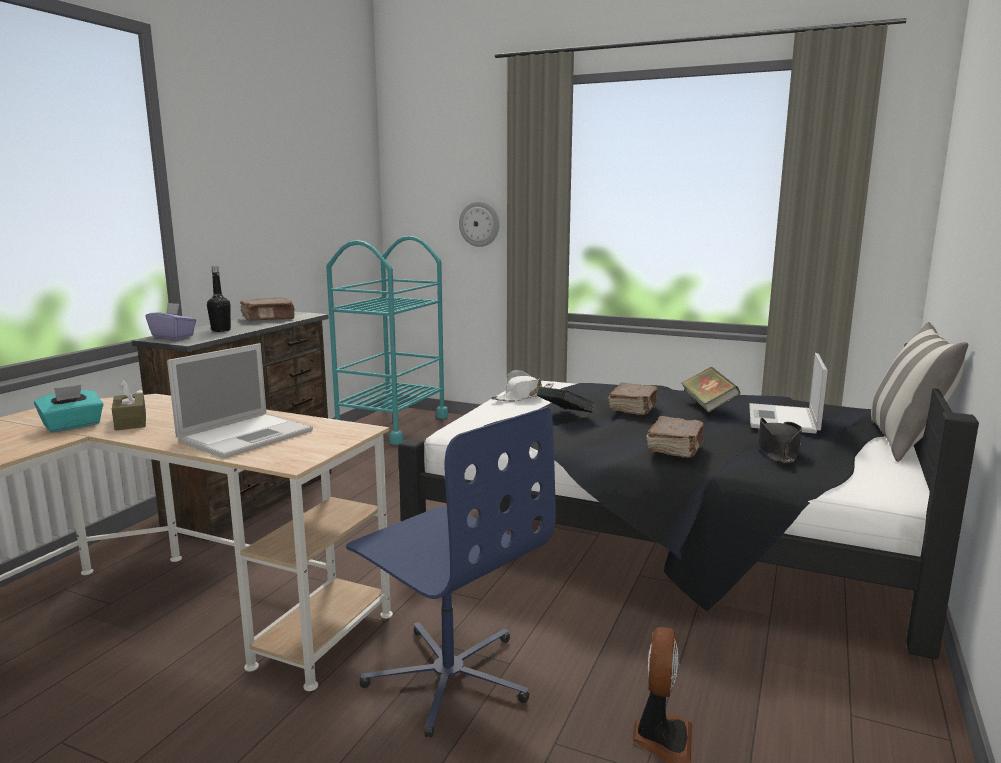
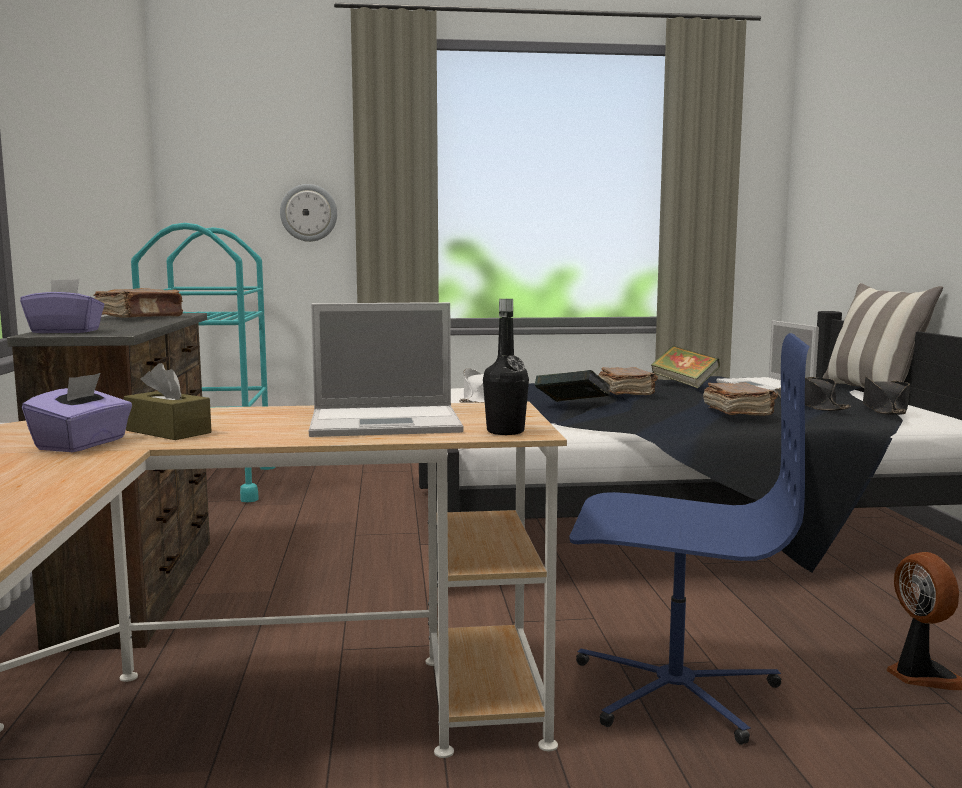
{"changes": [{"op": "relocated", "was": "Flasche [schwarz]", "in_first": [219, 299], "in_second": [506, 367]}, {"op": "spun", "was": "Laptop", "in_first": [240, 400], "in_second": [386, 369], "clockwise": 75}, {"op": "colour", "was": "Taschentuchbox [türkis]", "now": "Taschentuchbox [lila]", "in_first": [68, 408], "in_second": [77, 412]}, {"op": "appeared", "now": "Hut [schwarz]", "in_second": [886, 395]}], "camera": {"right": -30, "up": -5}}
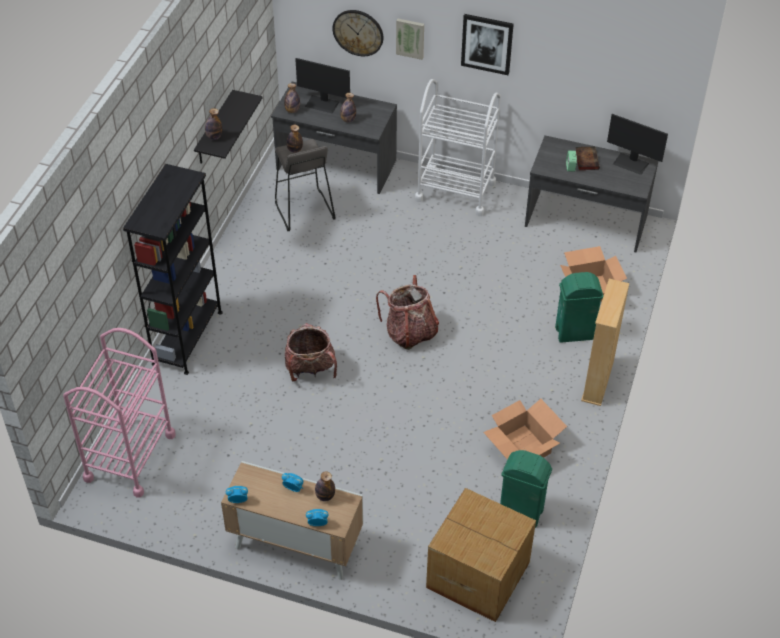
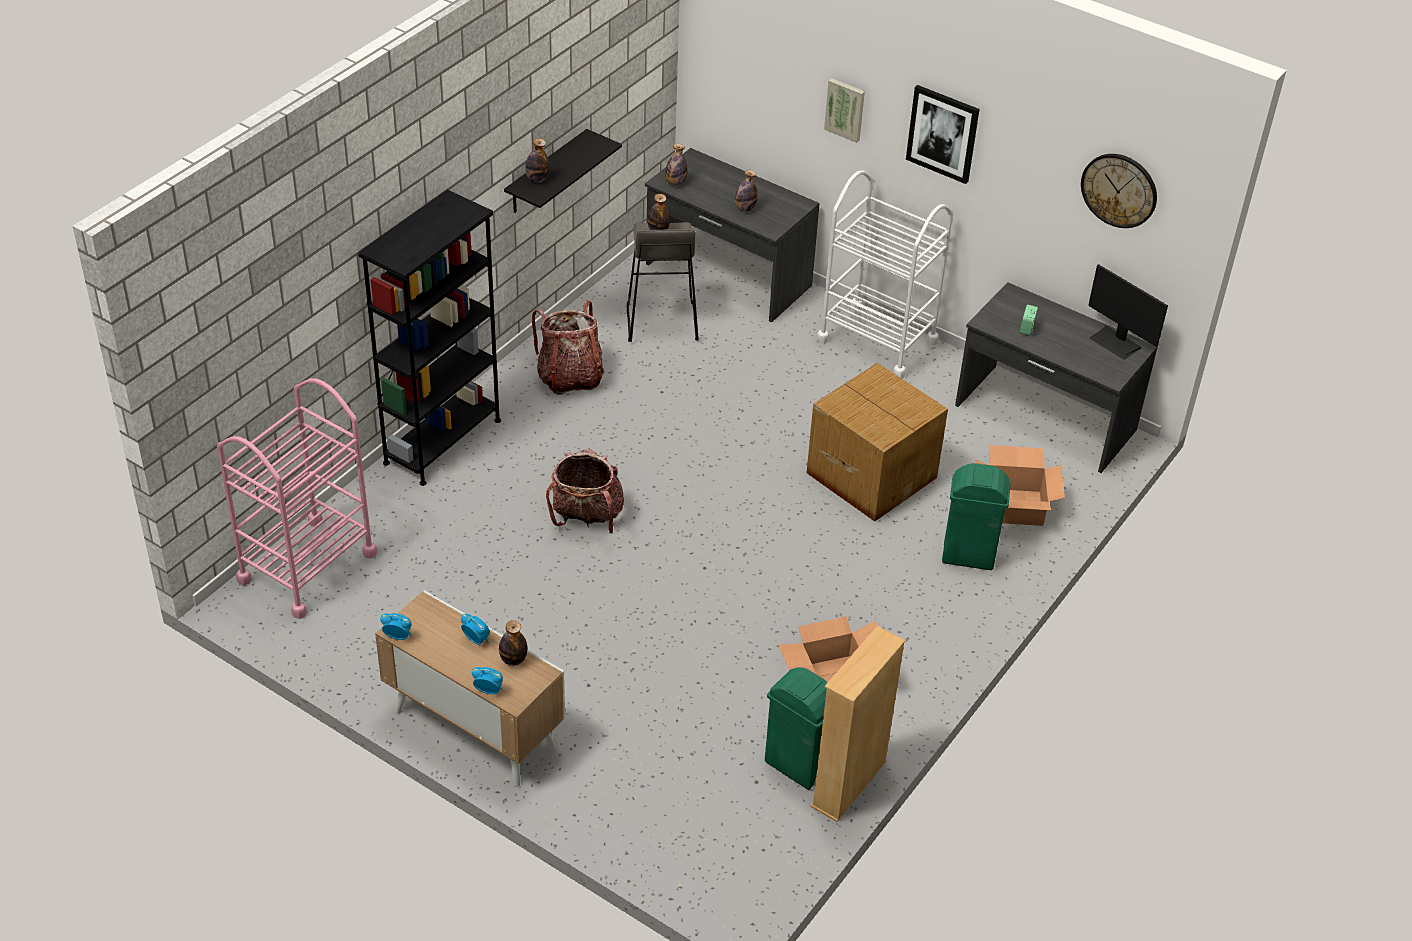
{"changes": [{"op": "relocated", "was": "Wanduhr", "in_first": [358, 33], "in_second": [1119, 191]}, {"op": "missing", "was": "Monitor", "in_first": [322, 86]}, {"op": "missing", "was": "Buch", "in_first": [587, 158]}, {"op": "relocated", "was": "Rucksack", "in_first": [407, 312], "in_second": [568, 347]}, {"op": "relocated", "was": "Bücherregal [beige]", "in_first": [605, 342], "in_second": [857, 724]}, {"op": "relocated", "was": "Karton", "in_first": [481, 555], "in_second": [877, 442]}], "camera": {"right": 15, "up": -5}}
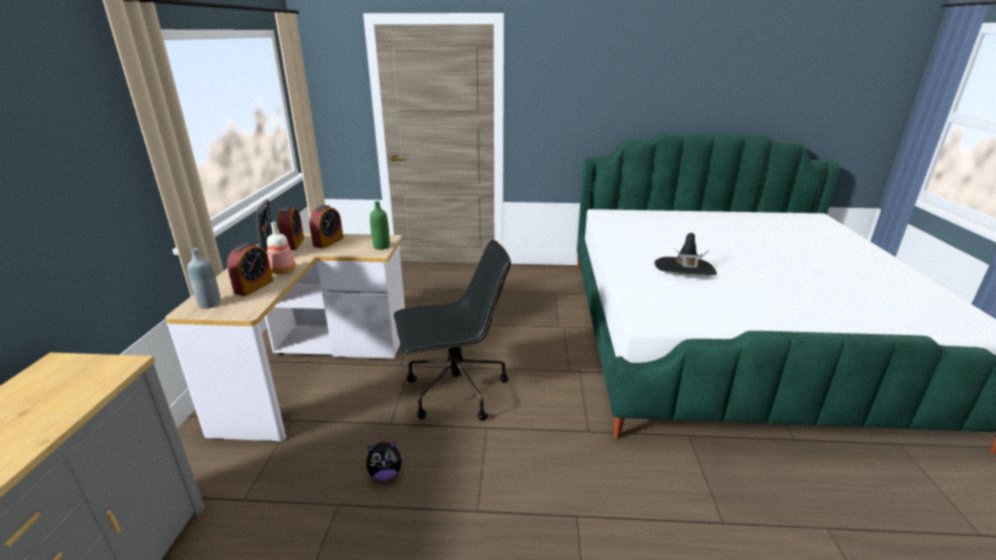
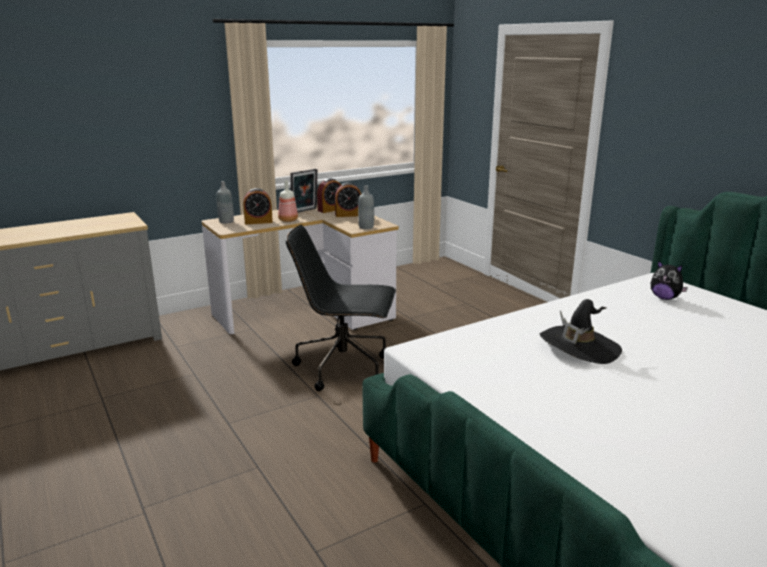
{"changes": [{"op": "colour", "was": "Flasche [grün]", "now": "Flasche [grau]", "in_first": [380, 225], "in_second": [366, 207]}, {"op": "spun", "was": "Bürostuhl [schwarz]", "in_first": [452, 330], "in_second": [341, 308], "clockwise": 150}, {"op": "relocated", "was": "Plüschtier", "in_first": [385, 460], "in_second": [669, 280]}], "camera": {"right": 55, "up": -5}}
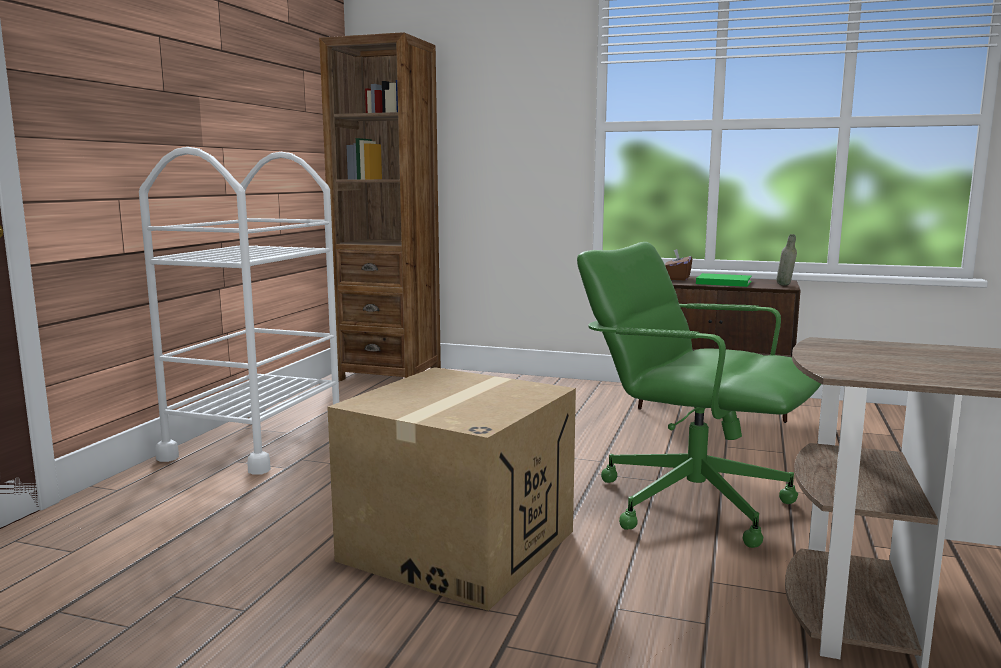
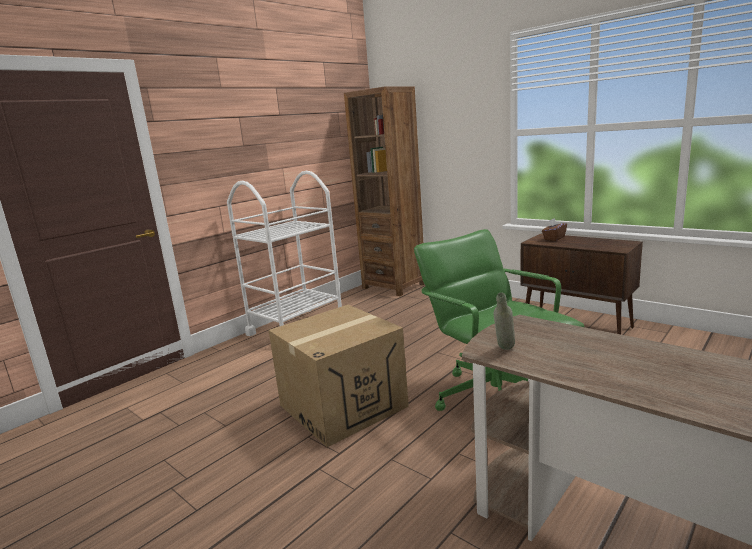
{"changes": [{"op": "relocated", "was": "Flasche [grau]", "in_first": [786, 260], "in_second": [504, 321]}, {"op": "missing", "was": "Buch [grün]", "in_first": [724, 280]}], "camera": {"right": 25, "up": 5}}
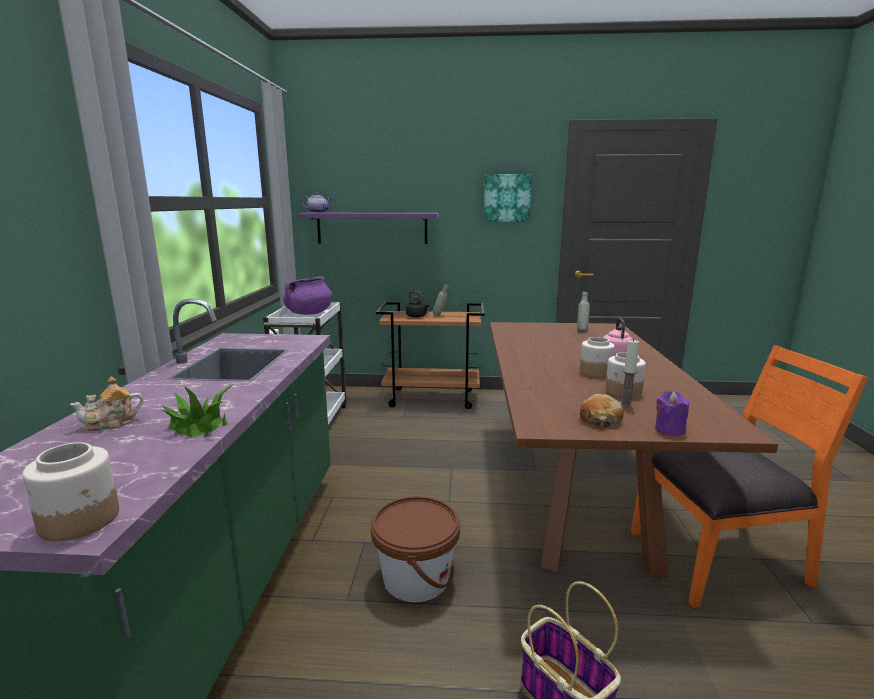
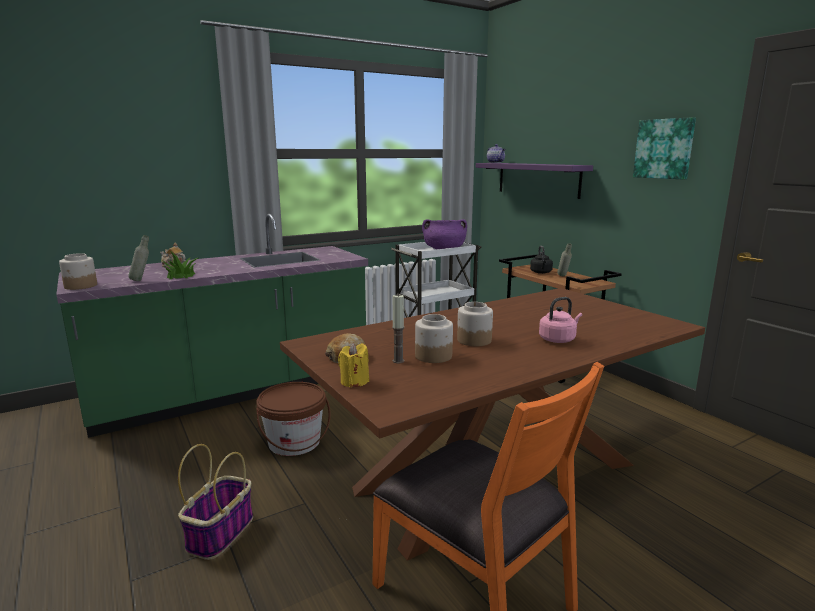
{"changes": [{"op": "relocated", "was": "Flasche [grau]", "in_first": [583, 312], "in_second": [138, 258]}, {"op": "colour", "was": "Kerze [lila]", "now": "Kerze [gelb]", "in_first": [672, 413], "in_second": [353, 365]}], "camera": {"right": 55, "up": 0}}
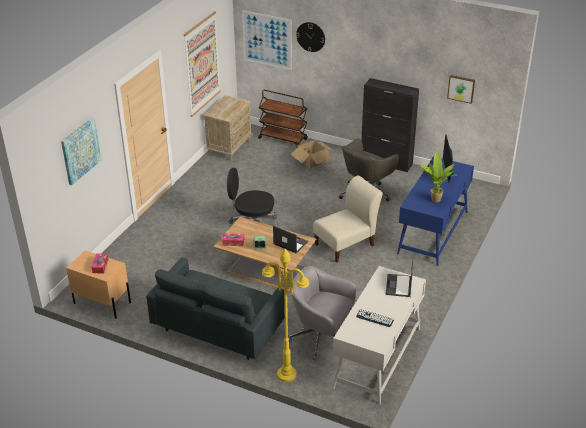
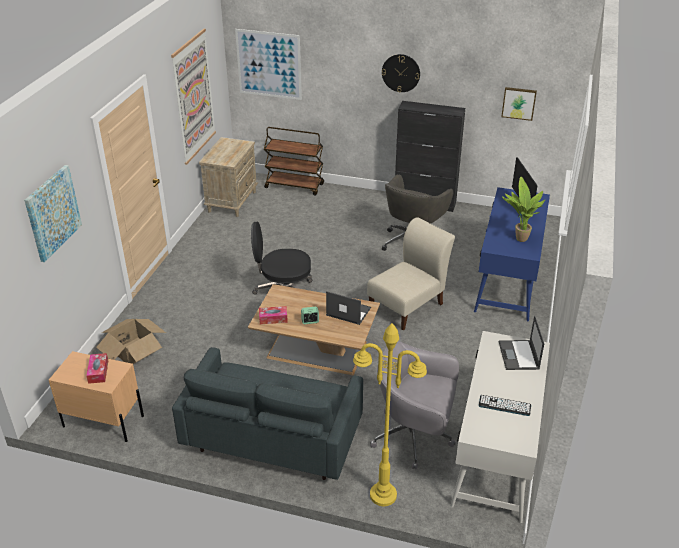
{"changes": [{"op": "relocated", "was": "Wanduhr", "in_first": [310, 37], "in_second": [401, 73]}, {"op": "relocated", "was": "Karton", "in_first": [312, 154], "in_second": [131, 341]}], "camera": {"right": -10, "up": 0}}
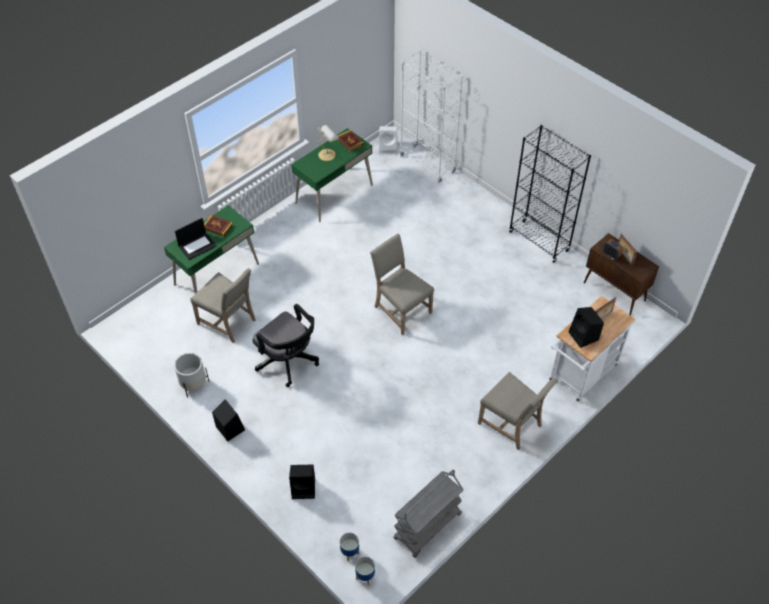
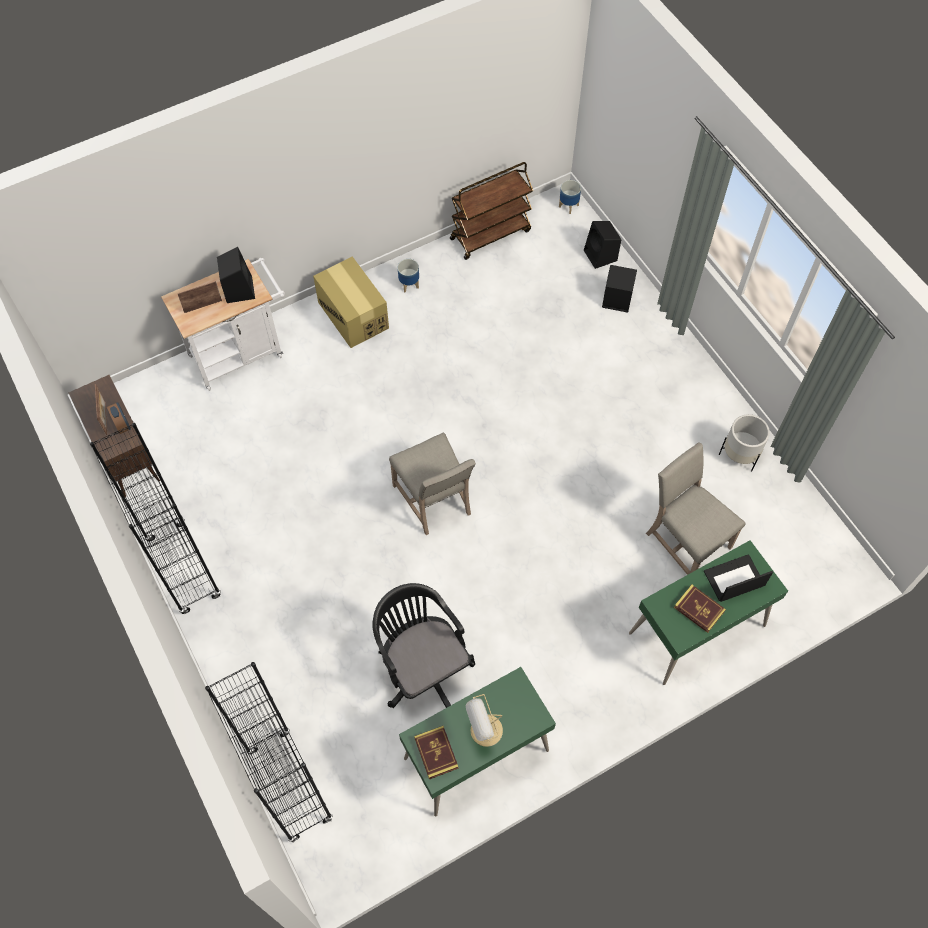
{"changes": [{"op": "colour", "was": "Bücherregal [weiß]", "now": "Bücherregal [schwarz]", "in_first": [431, 116], "in_second": [269, 752]}, {"op": "missing", "was": "Lautsprecher [weiß]", "in_first": [388, 140]}, {"op": "relocated", "was": "Bürostuhl [schwarz]", "in_first": [285, 345], "in_second": [423, 645]}, {"op": "exchanged", "was": "Stuhl [beige]", "now": "Karton", "in_first": [518, 411], "in_second": [351, 302]}, {"op": "relocated", "was": "Lautsprecher [schwarz]", "in_first": [228, 420], "in_second": [602, 245]}, {"op": "colour", "was": "Rollwagen [grau]", "now": "Rollwagen [braun]", "in_first": [428, 513], "in_second": [491, 211]}, {"op": "relocated", "was": "Pflanzkübel", "in_first": [349, 547], "in_second": [408, 275]}], "camera": {"right": -165, "up": 10}}
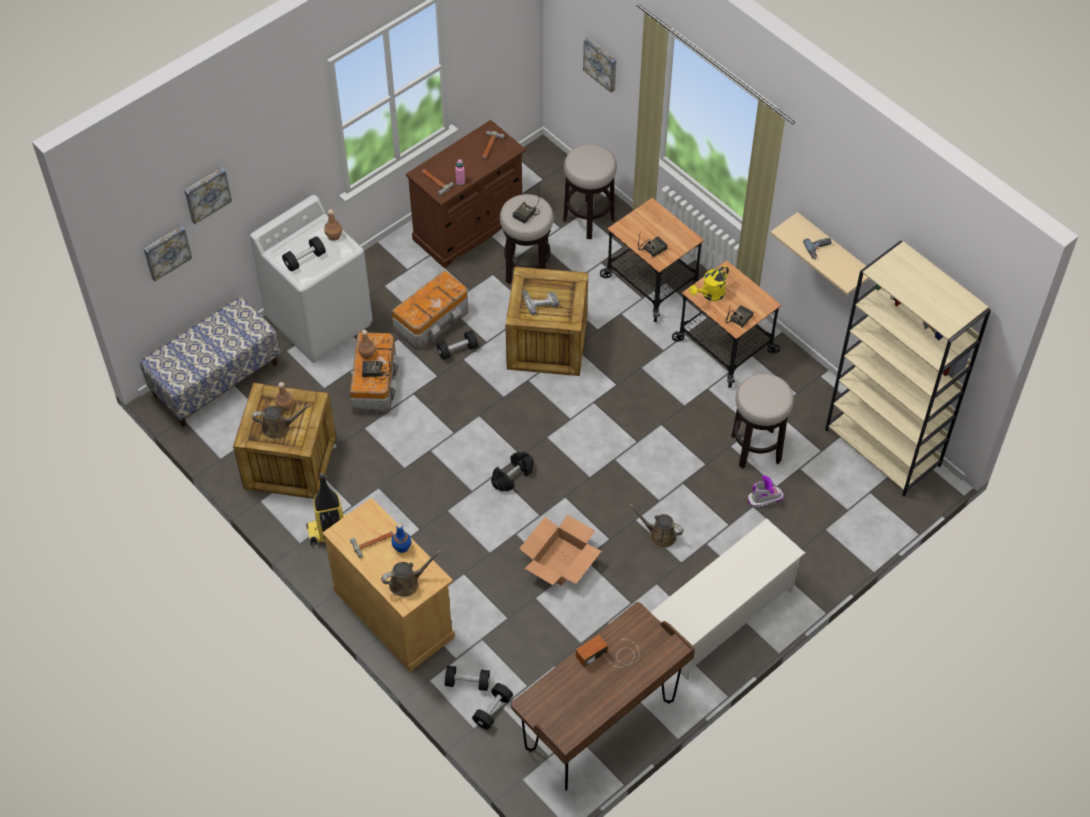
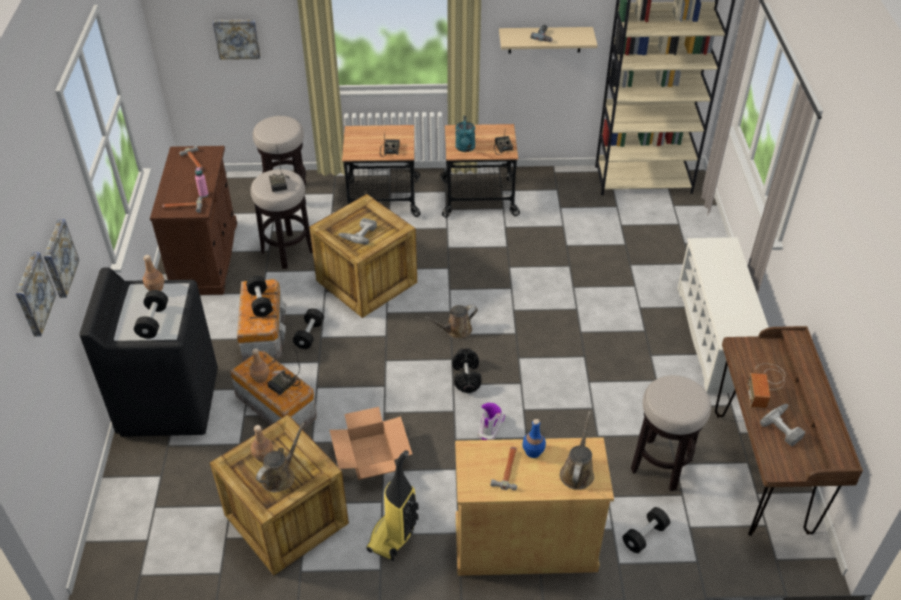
{"changes": [{"op": "colour", "was": "Waschmaschine [weiß]", "now": "Waschmaschine [schwarz]", "in_first": [311, 279], "in_second": [148, 352]}, {"op": "relocated", "was": "Bild", "in_first": [168, 253], "in_second": [61, 258]}, {"op": "colour", "was": "Gießkanne [gelb]", "now": "Gießkanne [türkis]", "in_first": [709, 283], "in_second": [465, 134]}, {"op": "missing", "was": "Bank", "in_first": [210, 362]}, {"op": "relocated", "was": "Hocker", "in_first": [762, 421], "in_second": [671, 433]}, {"op": "relocated", "was": "Stiefel", "in_first": [766, 491], "in_second": [492, 421]}, {"op": "relocated", "was": "Gießkanne [braun]", "in_first": [656, 526], "in_second": [451, 321]}, {"op": "relocated", "was": "Karton", "in_first": [560, 550], "in_second": [370, 443]}, {"op": "relocated", "was": "Hantel [schwarz]", "in_first": [492, 706], "in_second": [259, 296]}, {"op": "appeared", "now": "Bohrmaschine", "in_second": [782, 425]}], "camera": {"right": -50, "up": -10}}
